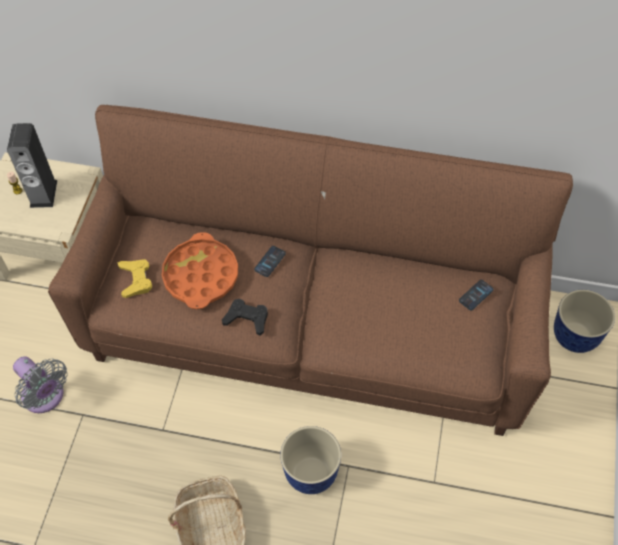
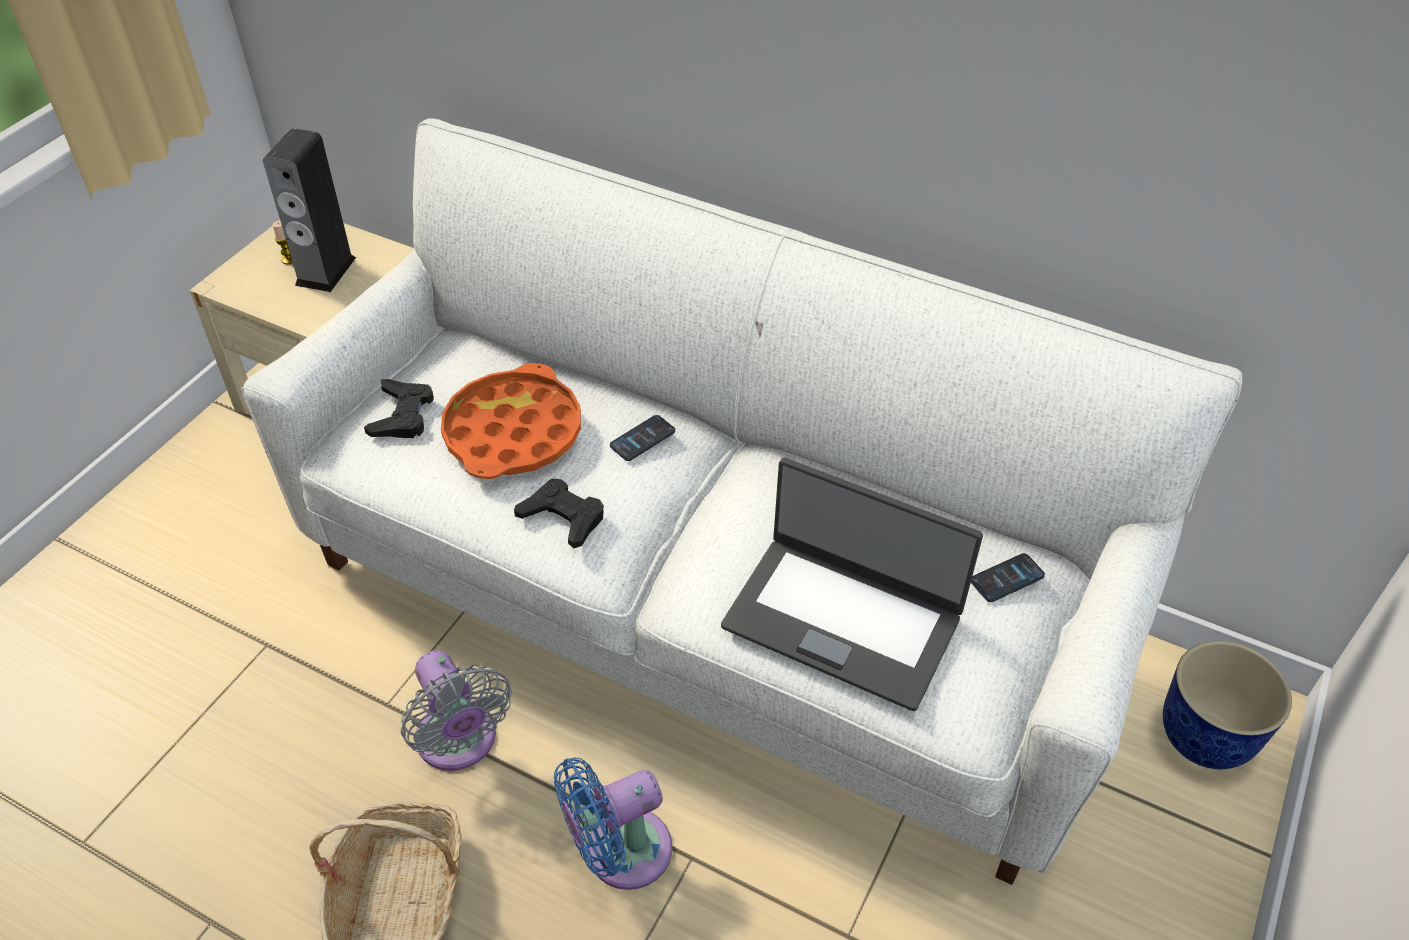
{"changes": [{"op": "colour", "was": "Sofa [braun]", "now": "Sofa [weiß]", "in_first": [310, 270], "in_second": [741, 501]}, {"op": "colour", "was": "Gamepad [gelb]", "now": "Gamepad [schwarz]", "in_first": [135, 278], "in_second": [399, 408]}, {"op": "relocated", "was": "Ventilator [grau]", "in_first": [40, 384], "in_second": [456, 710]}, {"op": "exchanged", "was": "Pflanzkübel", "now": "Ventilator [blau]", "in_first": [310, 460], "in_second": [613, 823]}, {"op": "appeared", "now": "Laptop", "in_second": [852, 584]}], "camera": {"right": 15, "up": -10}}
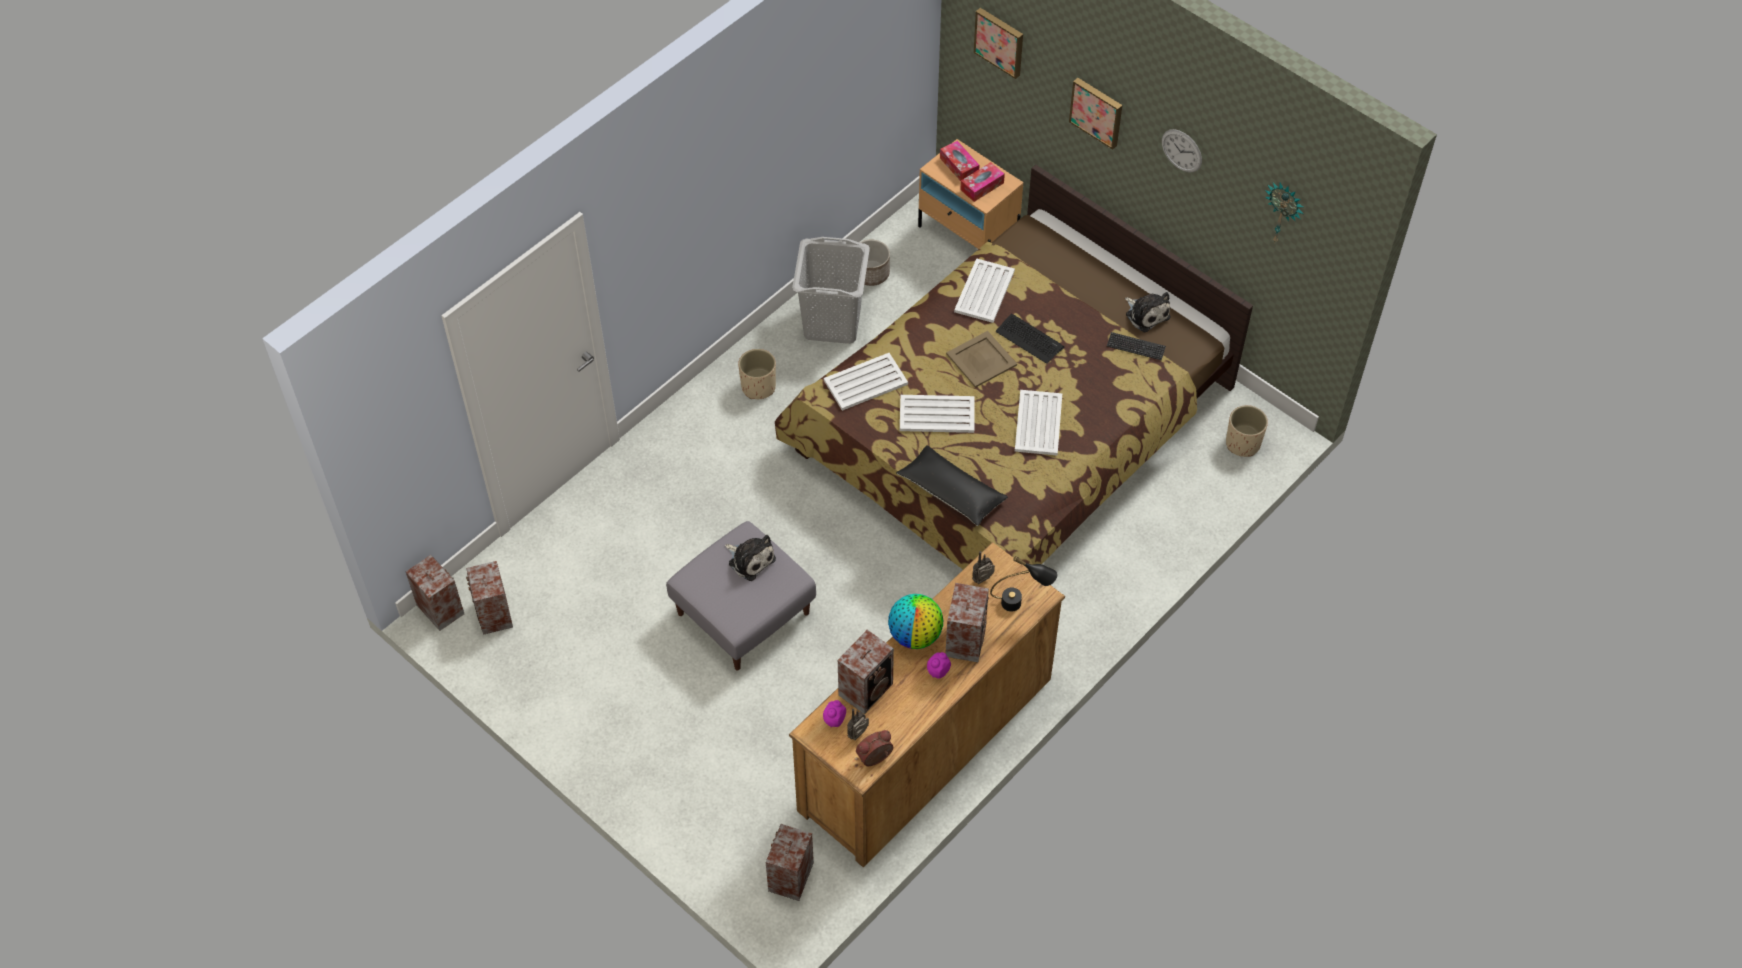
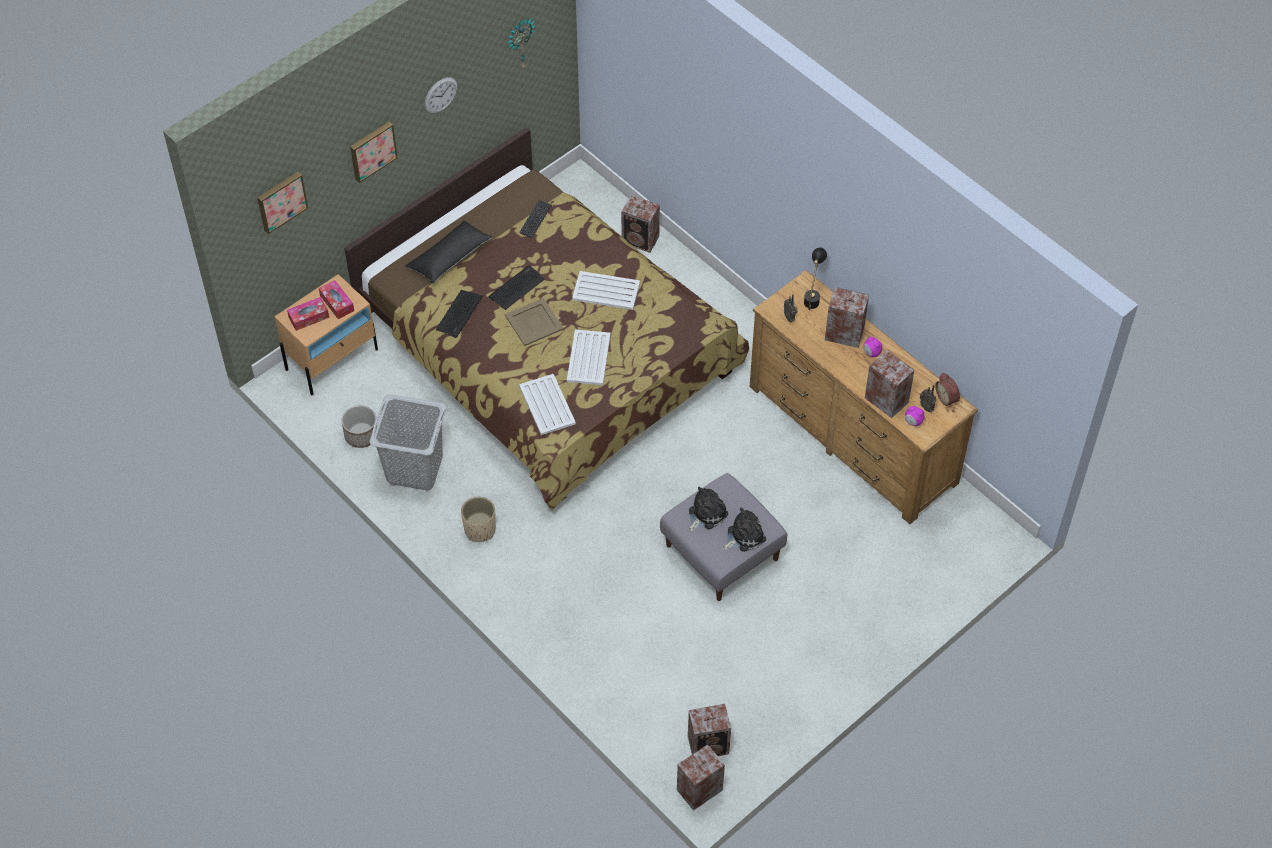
{"changes": [{"op": "exchanged", "was": "Tablett [weiß]", "now": "Tastatur", "in_first": [984, 290], "in_second": [459, 314]}, {"op": "relocated", "was": "Plüschtier", "in_first": [1148, 312], "in_second": [744, 530]}, {"op": "missing", "was": "Pflanzkübel [beige]", "in_first": [1247, 431]}, {"op": "relocated", "was": "Kissen [schwarz]", "in_first": [952, 485], "in_second": [448, 251]}, {"op": "missing", "was": "Globus", "in_first": [915, 621]}, {"op": "relocated", "was": "Lautsprecher", "in_first": [790, 862], "in_second": [640, 224]}], "camera": {"right": -85, "up": 0}}
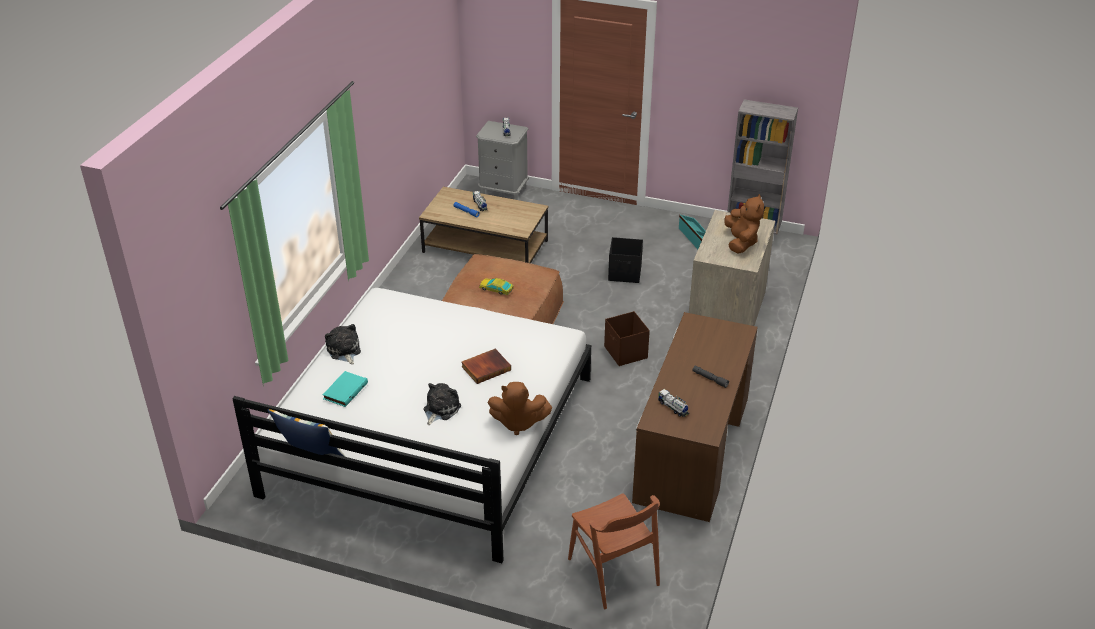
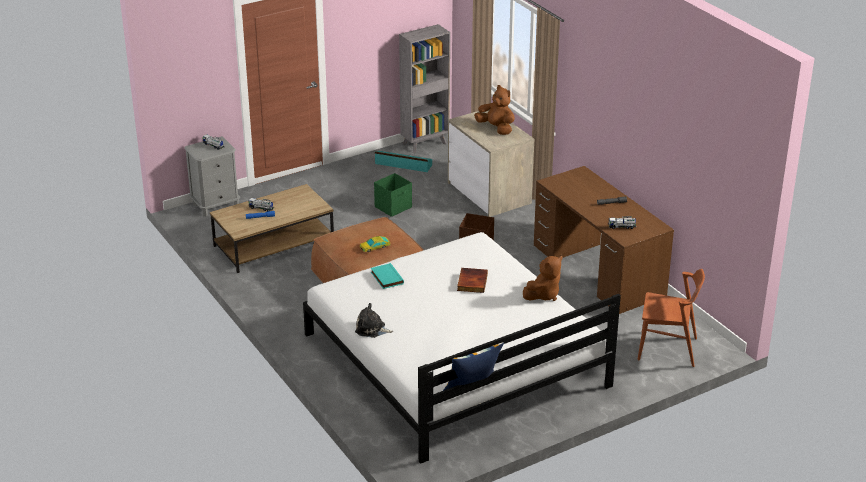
{"changes": [{"op": "colour", "was": "Aufbewahrungsbox [schwarz]", "now": "Aufbewahrungsbox [grün]", "in_first": [625, 260], "in_second": [393, 195]}, {"op": "relocated", "was": "Buch [türkis]", "in_first": [345, 389], "in_second": [387, 276]}, {"op": "missing", "was": "Plüschtier", "in_first": [442, 404]}], "camera": {"right": -50, "up": -5}}
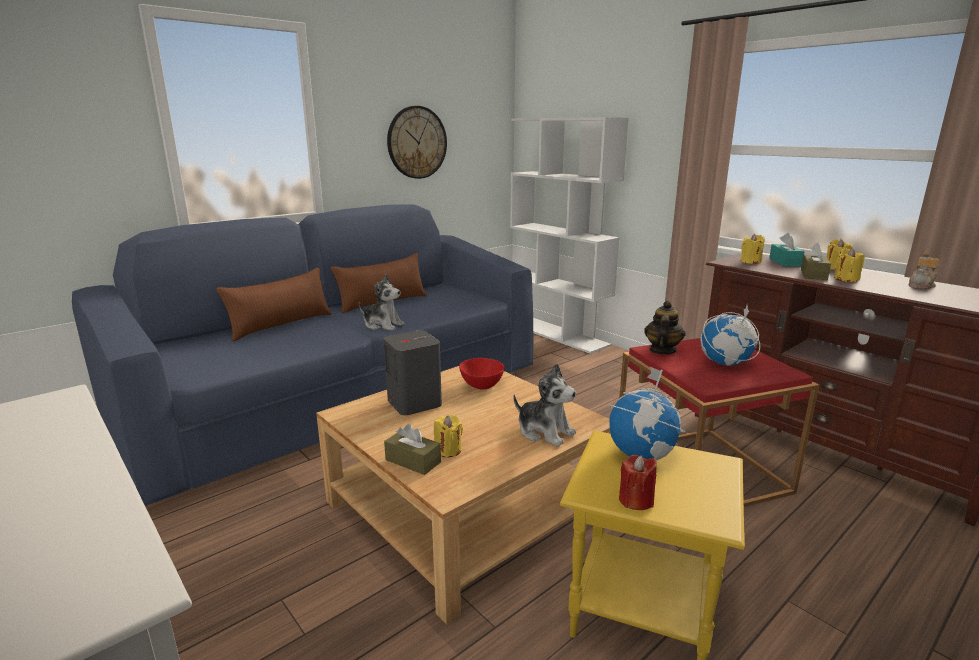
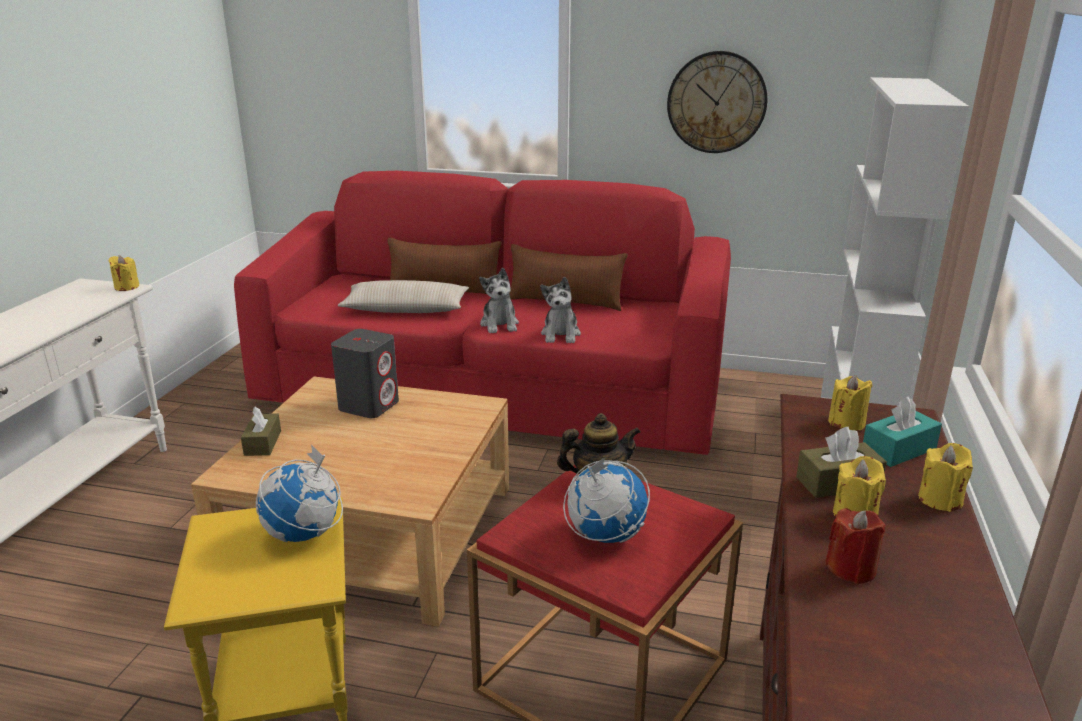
{"changes": [{"op": "colour", "was": "Sofa [blau]", "now": "Sofa [rot]", "in_first": [303, 355], "in_second": [482, 313]}, {"op": "missing", "was": "Teekanne", "in_first": [923, 270]}, {"op": "missing", "was": "Schüssel [rot]", "in_first": [481, 373]}, {"op": "relocated", "was": "Plüschtier", "in_first": [544, 405], "in_second": [560, 310]}, {"op": "relocated", "was": "Kerze [gelb]", "in_first": [448, 436], "in_second": [124, 273]}, {"op": "relocated", "was": "Kerze [rot]", "in_first": [638, 482], "in_second": [855, 546]}, {"op": "appeared", "now": "Kissen [beige]", "in_second": [403, 296]}], "camera": {"right": 55, "up": 5}}
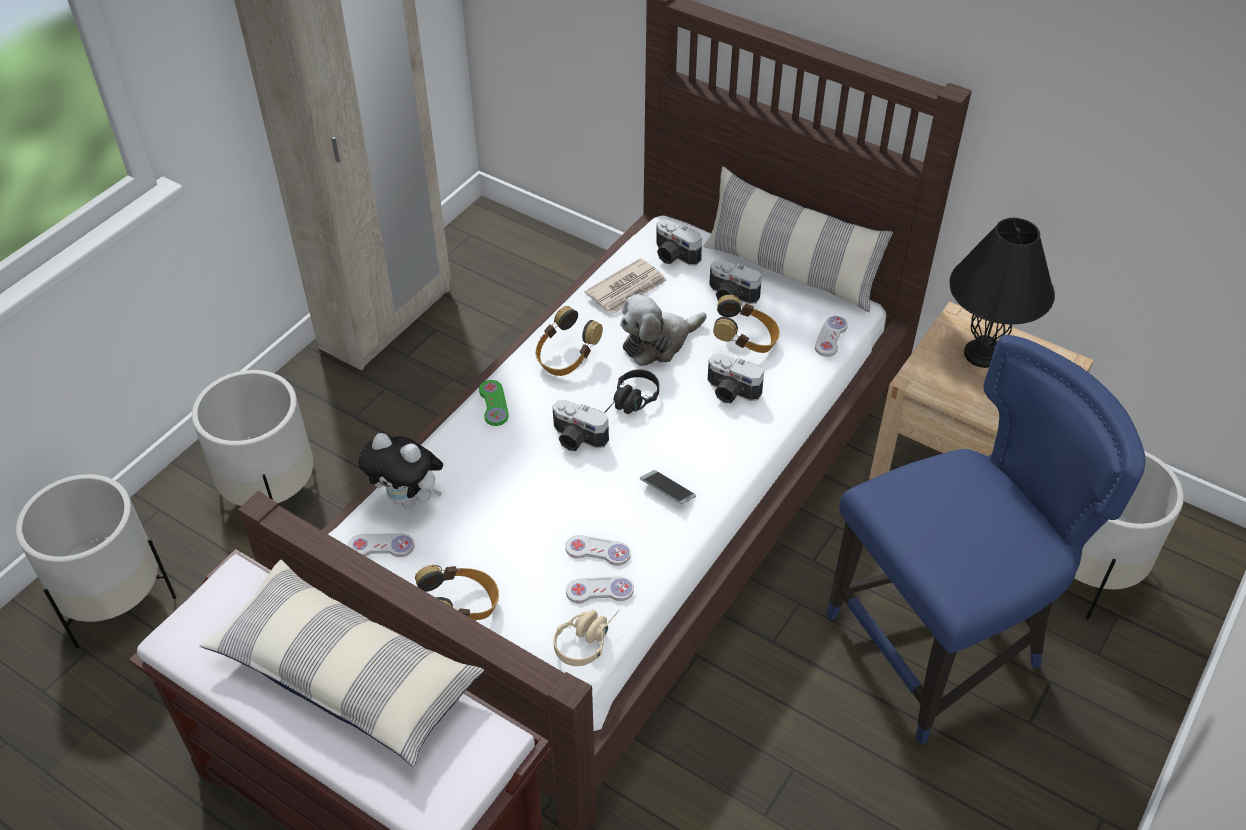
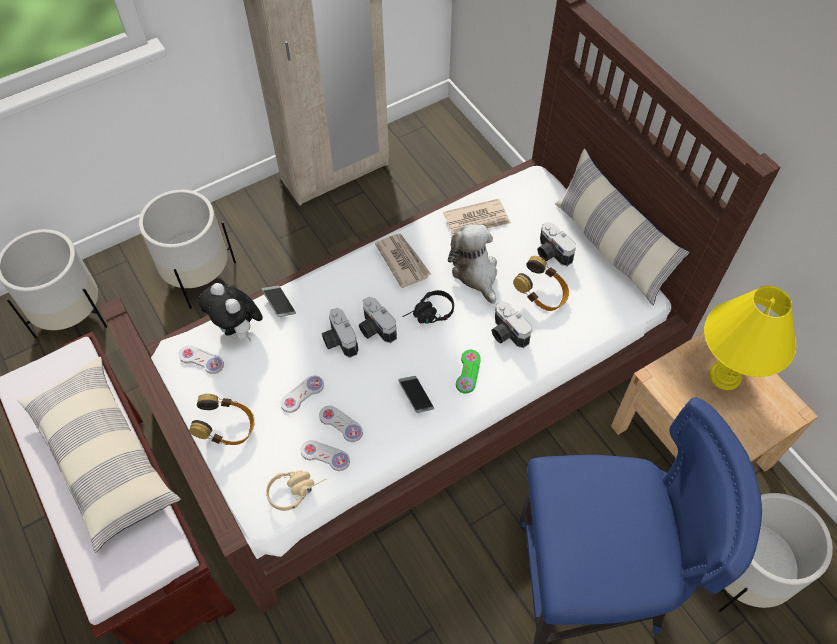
{"changes": [{"op": "colour", "was": "Tischlampe [schwarz]", "now": "Tischlampe [gelb]", "in_first": [1002, 293], "in_second": [750, 338]}, {"op": "relocated", "was": "Kamera", "in_first": [679, 242], "in_second": [340, 333]}, {"op": "spun", "was": "Plüschtier", "in_first": [663, 330], "in_second": [472, 264], "clockwise": 75}, {"op": "exchanged", "was": "Kopfhörer", "now": "Zeitung", "in_first": [569, 341], "in_second": [403, 260]}, {"op": "relocated", "was": "Gamepad [weiß]", "in_first": [831, 336], "in_second": [302, 394]}, {"op": "relocated", "was": "Gamepad [grün]", "in_first": [494, 403], "in_second": [468, 372]}, {"op": "appeared", "now": "Handy", "in_second": [279, 301]}], "camera": {"right": 25, "up": 10}}
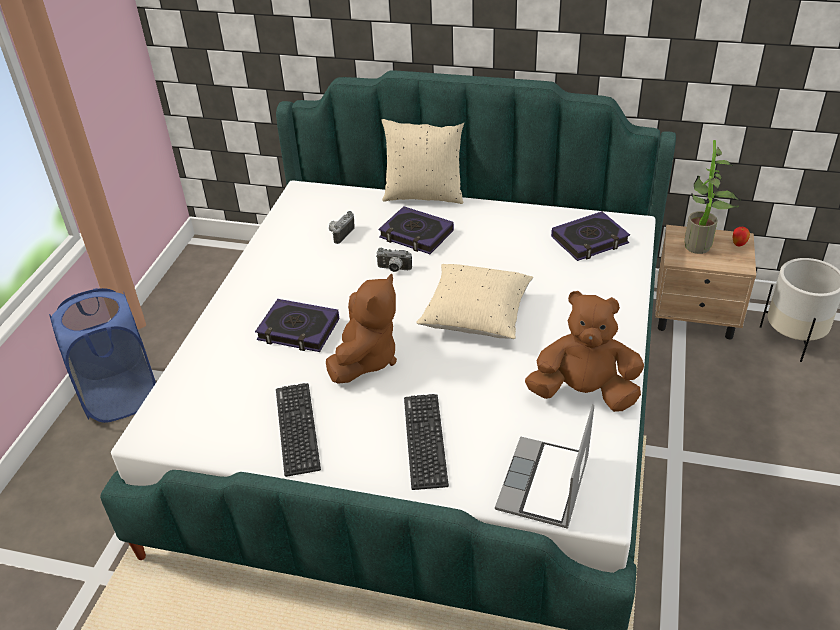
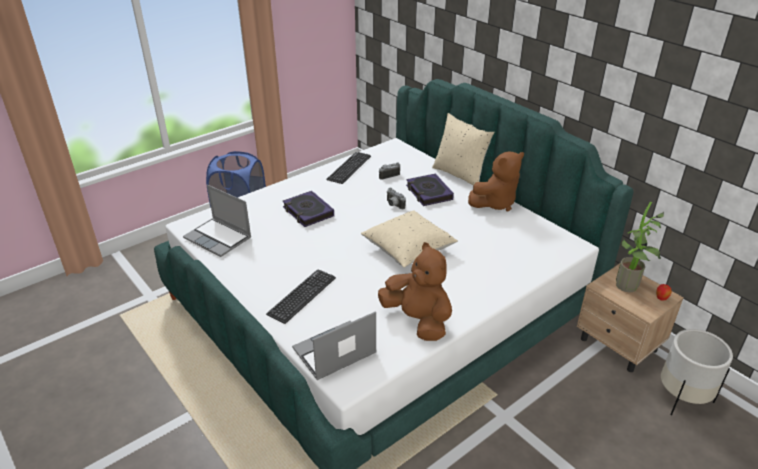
{"changes": [{"op": "missing", "was": "Buch", "in_first": [590, 236]}, {"op": "relocated", "was": "Plüschtier [braun]", "in_first": [361, 329], "in_second": [496, 181]}, {"op": "relocated", "was": "Tastatur", "in_first": [298, 430], "in_second": [348, 168]}, {"op": "appeared", "now": "Laptop", "in_second": [217, 221]}], "camera": {"right": 35, "up": -5}}
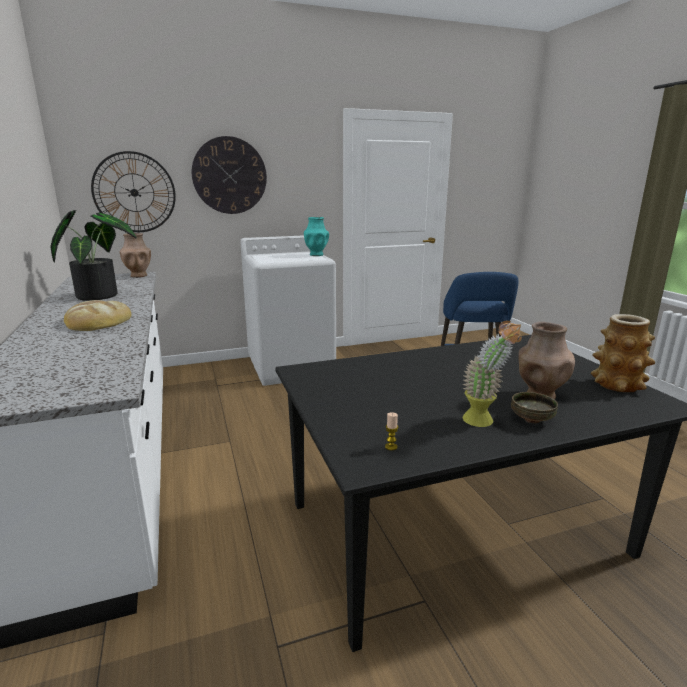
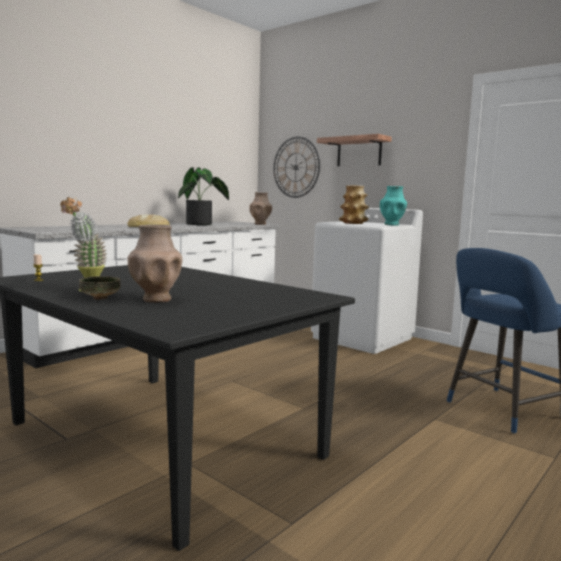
{"changes": [{"op": "exchanged", "was": "Wanduhr", "now": "Wandregal", "in_first": [229, 175], "in_second": [354, 150]}, {"op": "relocated", "was": "Vase", "in_first": [623, 353], "in_second": [354, 204]}], "camera": {"right": 60, "up": -10}}
